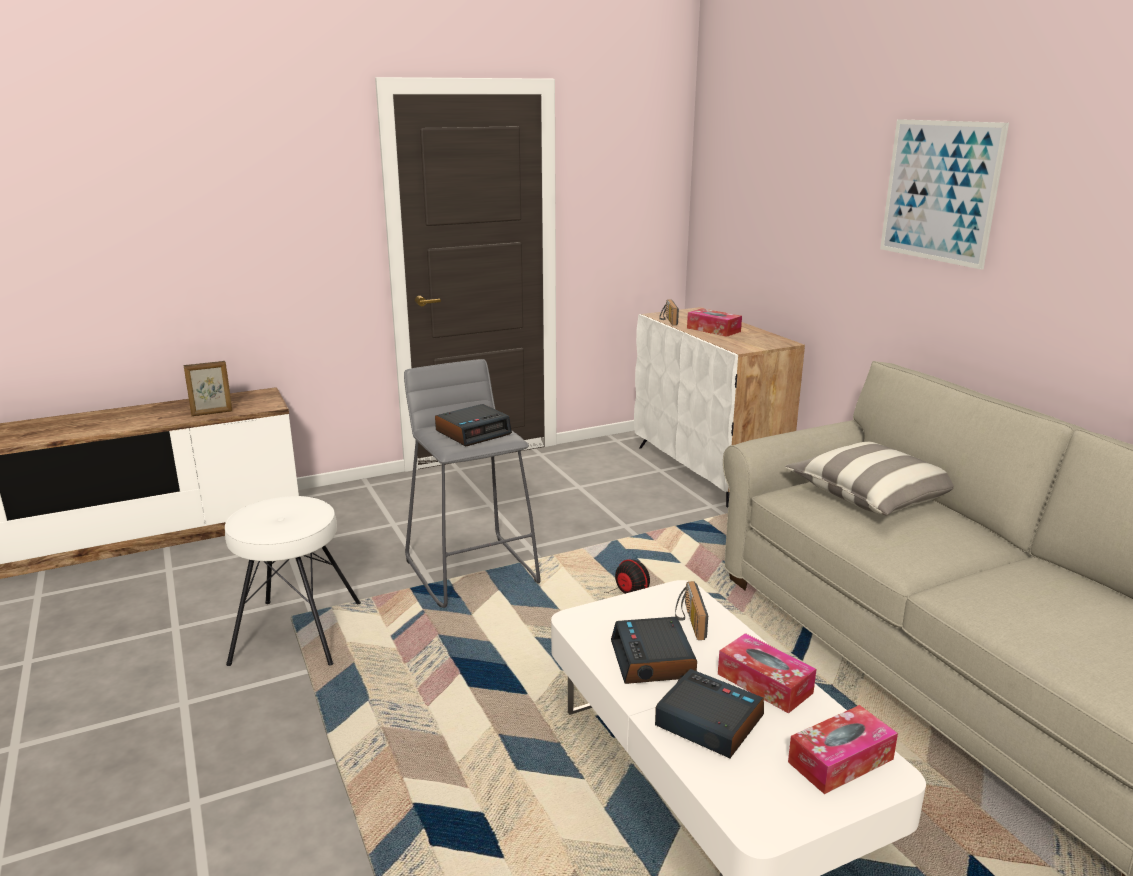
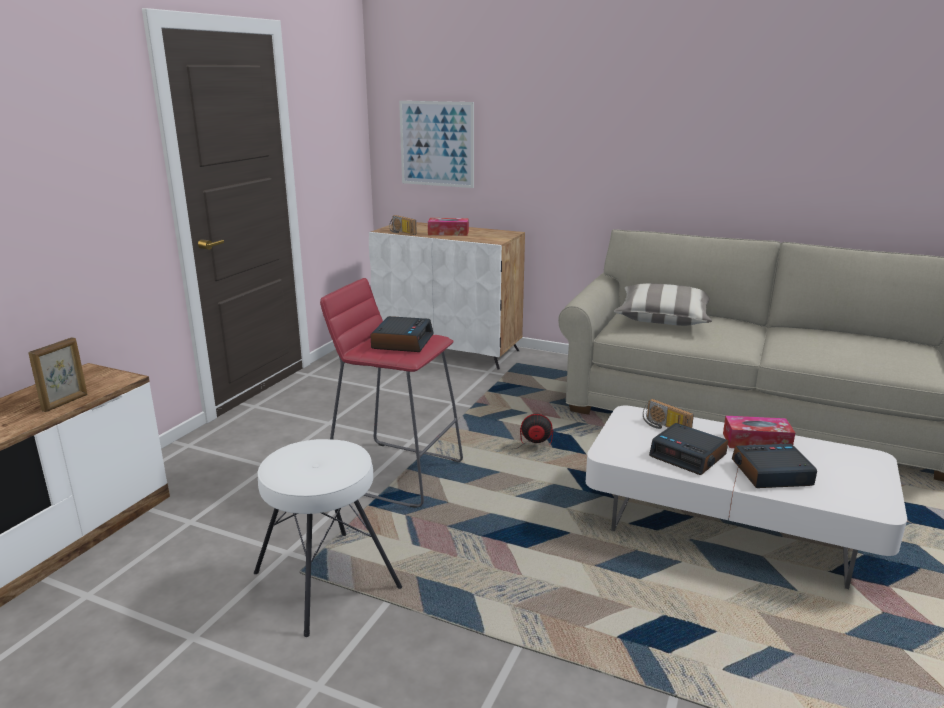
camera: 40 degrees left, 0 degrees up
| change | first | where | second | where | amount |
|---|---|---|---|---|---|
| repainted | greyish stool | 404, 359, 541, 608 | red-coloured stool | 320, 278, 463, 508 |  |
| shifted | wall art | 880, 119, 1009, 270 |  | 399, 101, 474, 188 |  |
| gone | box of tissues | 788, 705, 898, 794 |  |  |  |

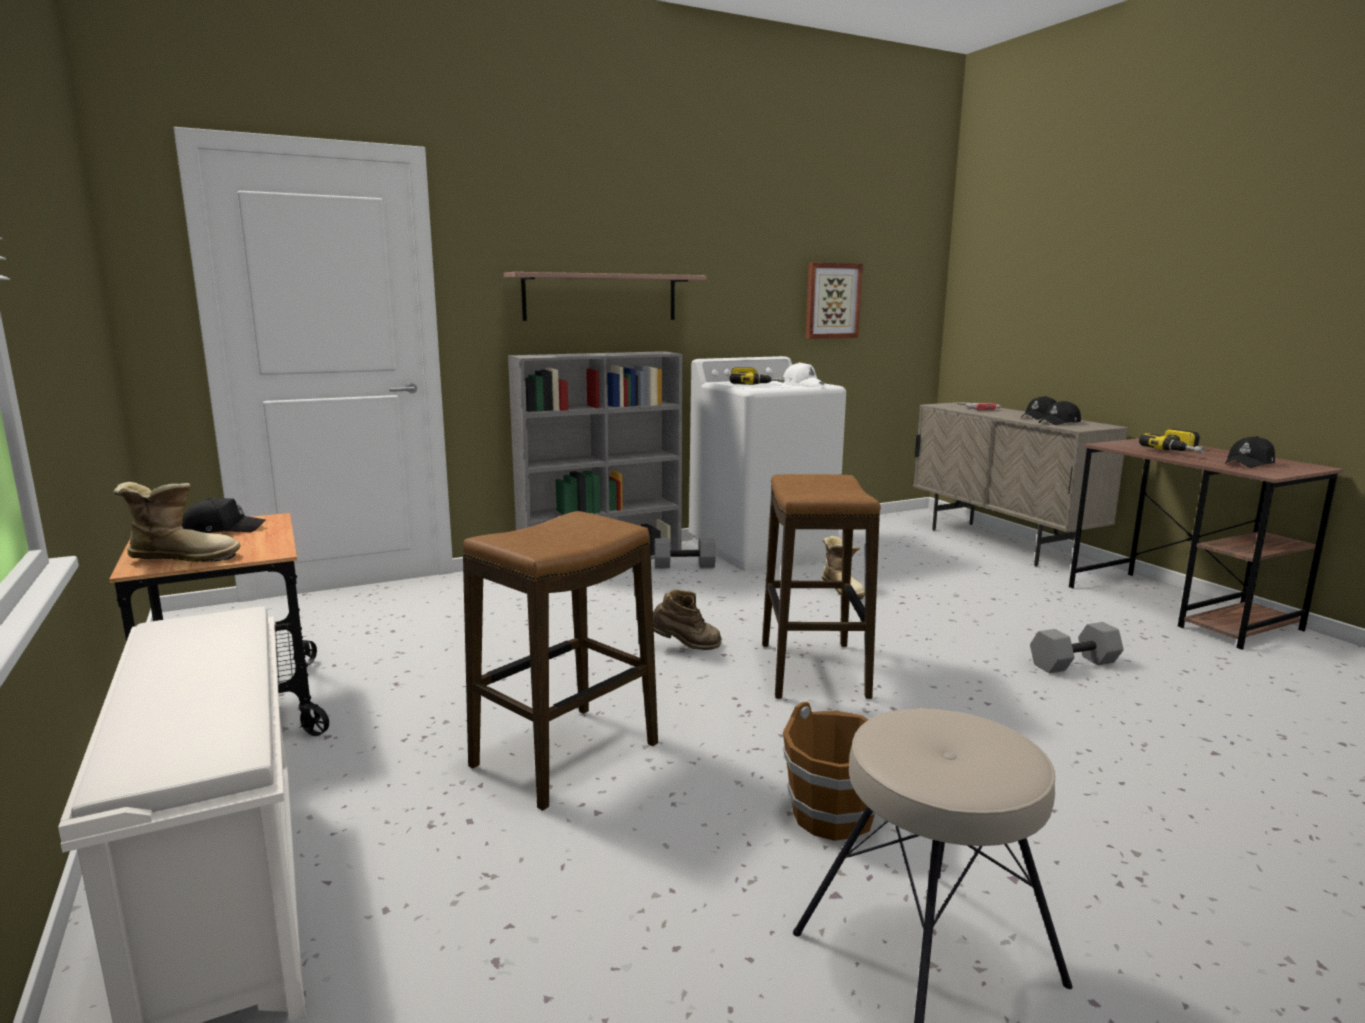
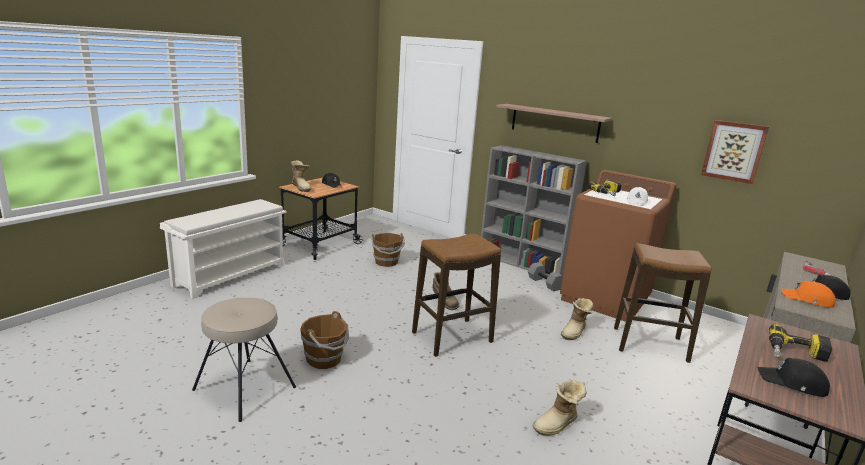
camera: 60 degrees right, 5 degrees up
| change | first | where | second | where | amount |
|---|---|---|---|---|---|
| new |  |  | brown-coloured water bucket | 371, 233, 405, 267 |  |
| swapped | greyish free weight | 1030, 622, 1124, 673 | boot | 533, 379, 587, 436 |  |
| repainted | white-coloured laundry appliance | 689, 356, 846, 571 | brown-coloured laundry appliance | 560, 170, 676, 322 |  |
| shifted | stool | 463, 511, 658, 811 |  | 614, 243, 712, 363 |  |
| repainted | black cap | 1039, 401, 1081, 425 | orangey cap | 781, 281, 836, 308 |  |

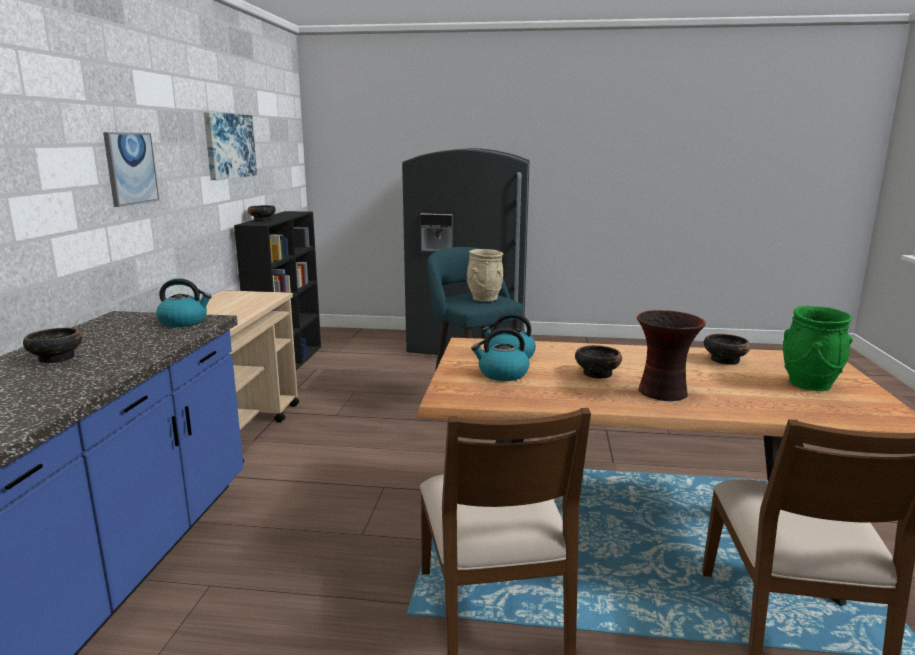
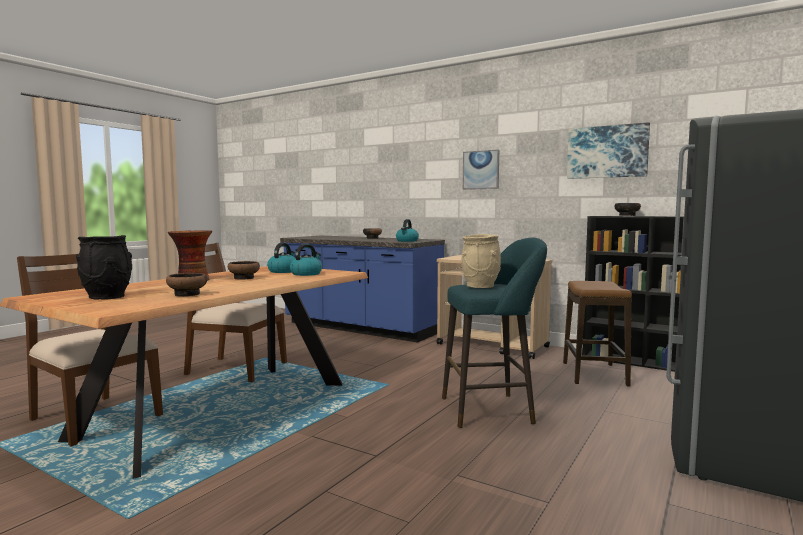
camera: 115 degrees right, 10 degrees down
| change | first | where | second | where | amount |
|---|---|---|---|---|---|
| repainted | green flower vase | 783, 306, 853, 391 | black flower vase | 76, 235, 132, 300 |  |
| new |  |  | stool | 563, 281, 632, 387 |  |

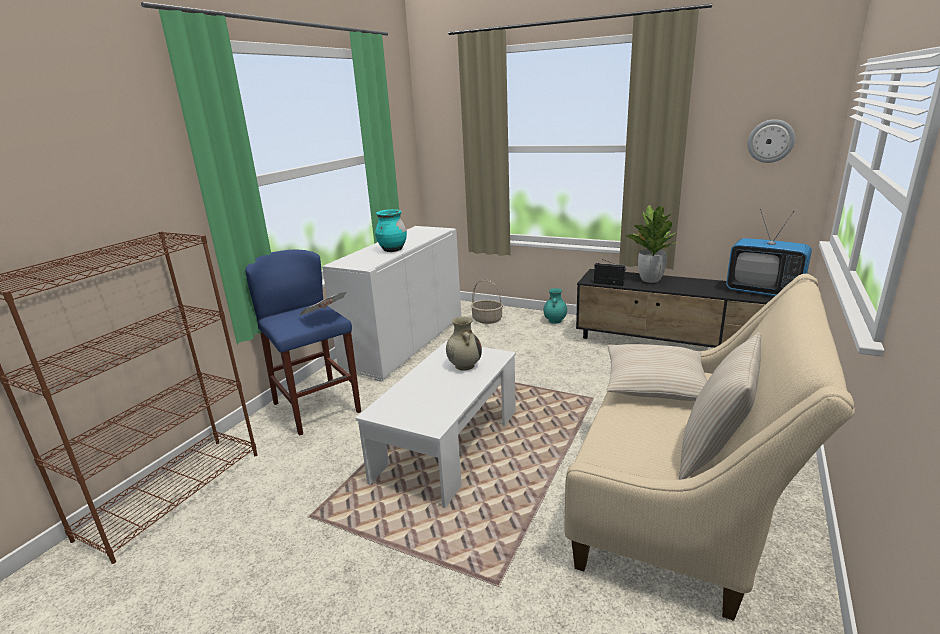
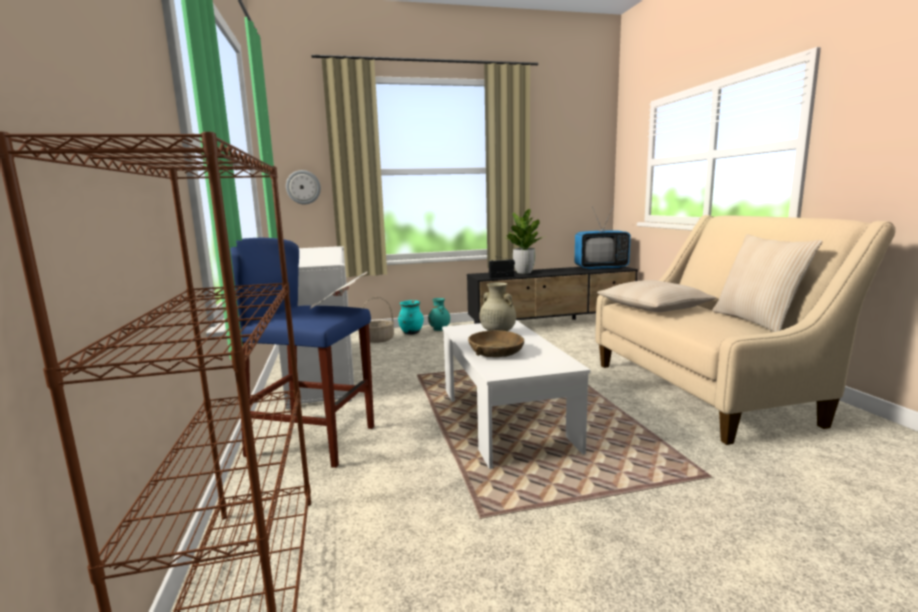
camera: 40 degrees left, 10 degrees down
| change | first | where | second | where | amount |
|---|---|---|---|---|---|
| shifted | hanging clock | 747, 119, 795, 163 |  | 286, 170, 321, 205 |  |
| shifted | blue-green flower vase | 375, 209, 407, 252 |  | 398, 300, 424, 335 |  |
| new |  |  | brown-coloured serving bowl | 468, 330, 524, 357 |  |

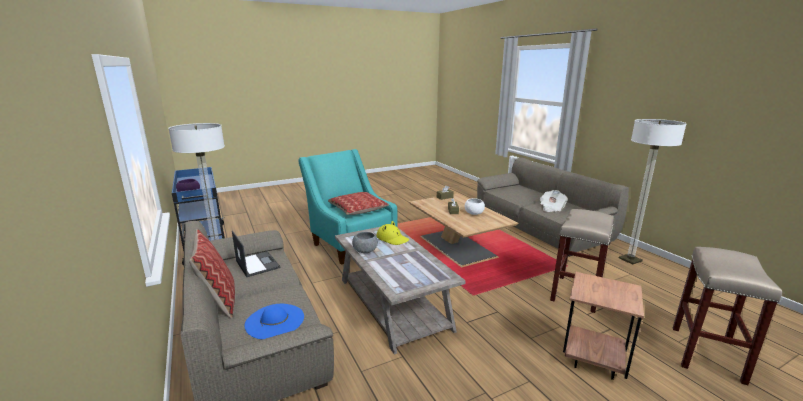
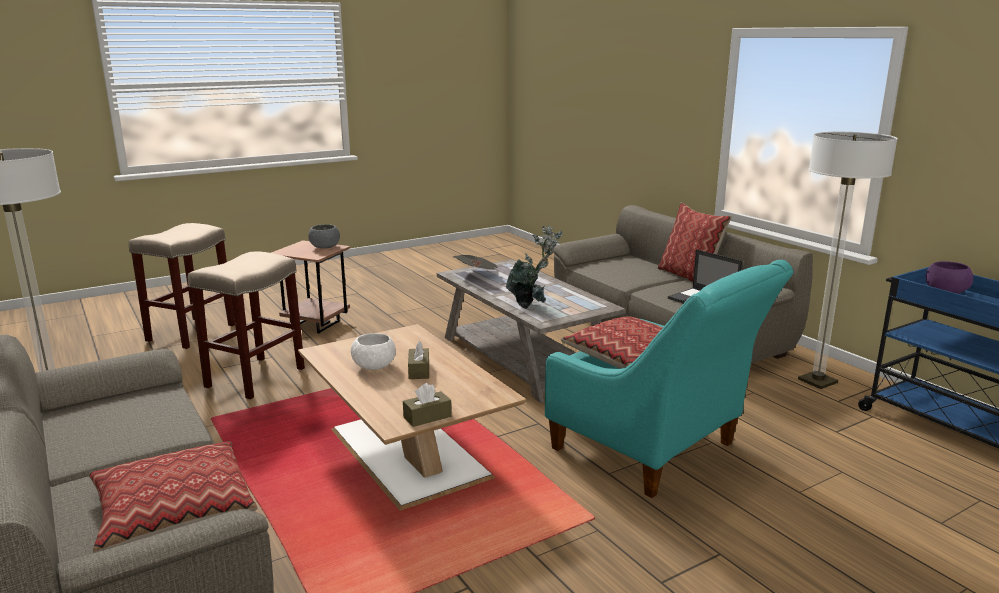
camera: 175 degrees right, 0 degrees up
| change | first | where | second | where | amount |
|---|---|---|---|---|---|
| new |  |  | throw pillow | 89, 441, 257, 553 |  |
| shifted | greyish serving bowl | 352, 232, 378, 253 |  | 308, 224, 340, 249 |  |
| shifted | printed paper | 540, 190, 568, 212 |  | 452, 255, 498, 270 |  |
| swapped | yellow clothing hat | 376, 221, 409, 245 | potted plant | 506, 225, 562, 309 |  |
| gone | bluish clothing hat | 244, 304, 304, 339 |  |  |  |

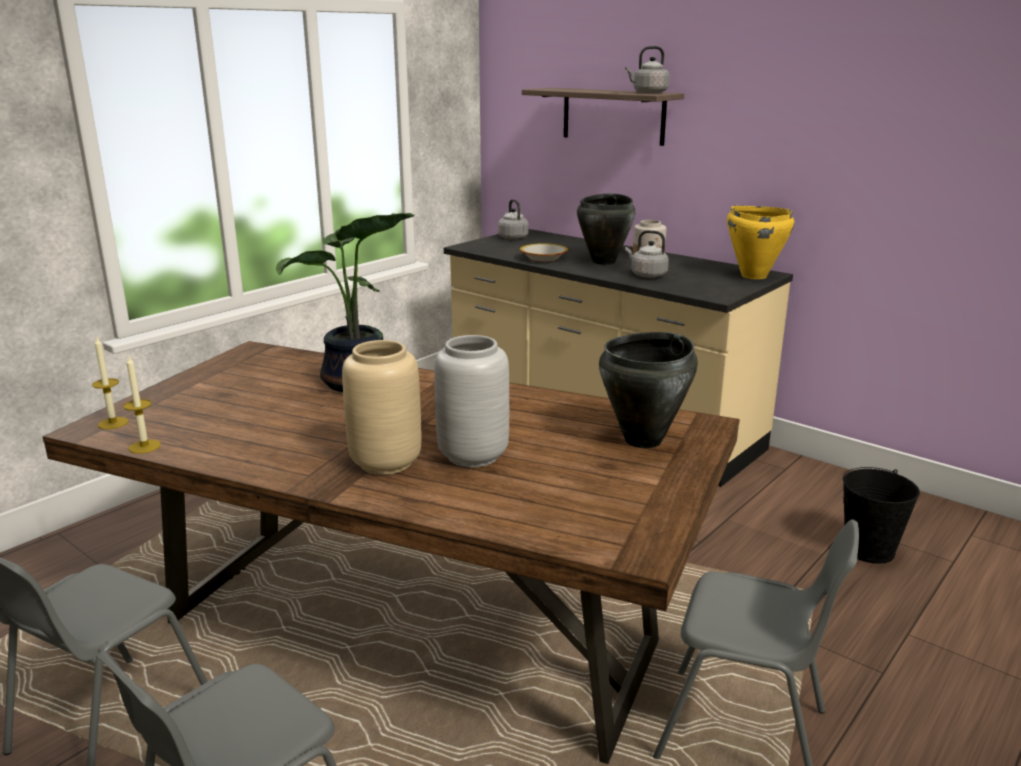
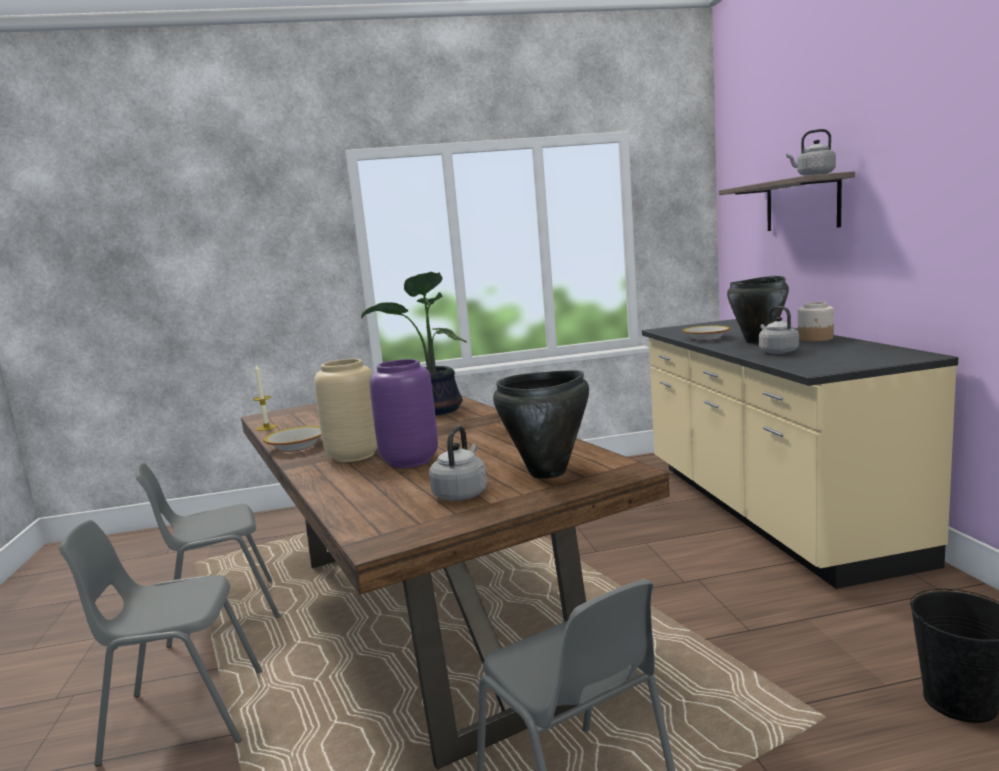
camera: 40 degrees right, 10 degrees down
| change | first | where | second | where | amount |
|---|---|---|---|---|---|
| new |  |  | serving bowl | 263, 426, 322, 452 |  |
| repainted | greyish flower vase | 434, 335, 509, 468 | purple flower vase | 370, 359, 438, 468 |  |
| shifted | greyish kettle | 498, 199, 529, 240 |  | 429, 426, 487, 501 |  |
| gone | candle | 92, 338, 128, 429 |  |  |  |
| gone | yellow cooking pot | 727, 206, 794, 279 |  |  |  |

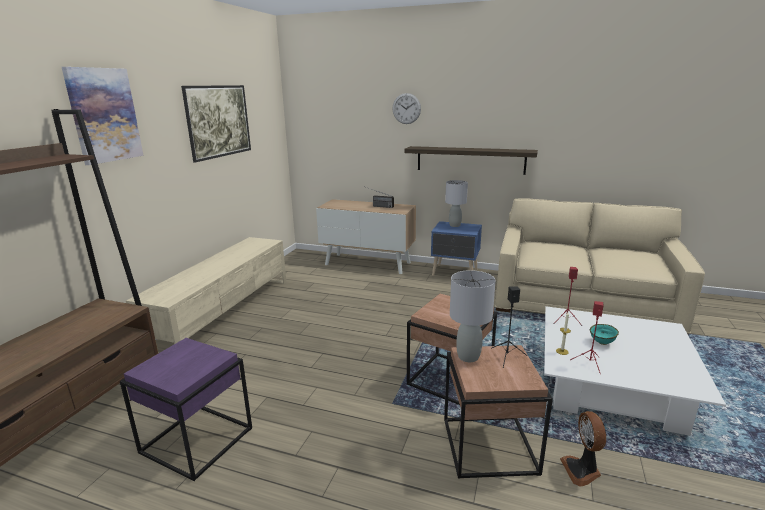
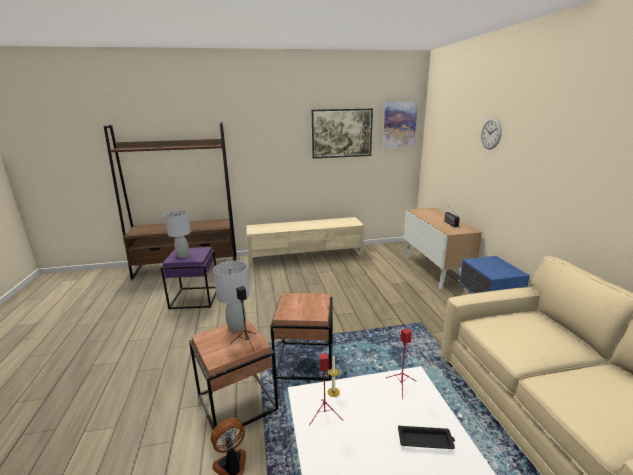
camera: 60 degrees right, 0 degrees up
| change | first | where | second | where | amount |
|---|---|---|---|---|---|
| shifted | greyish tabletop lamp | 445, 180, 468, 227 |  | 164, 211, 191, 258 |  |
| shifted | wall art | 62, 67, 143, 165 |  | 383, 101, 418, 148 |  |
| new |  |  | black tray | 398, 426, 455, 449 |  |
| gone | bracket shelf | 404, 146, 538, 175 |  |  |  |
| gone | blue-green serving bowl | 590, 324, 619, 345 |  |  |  |

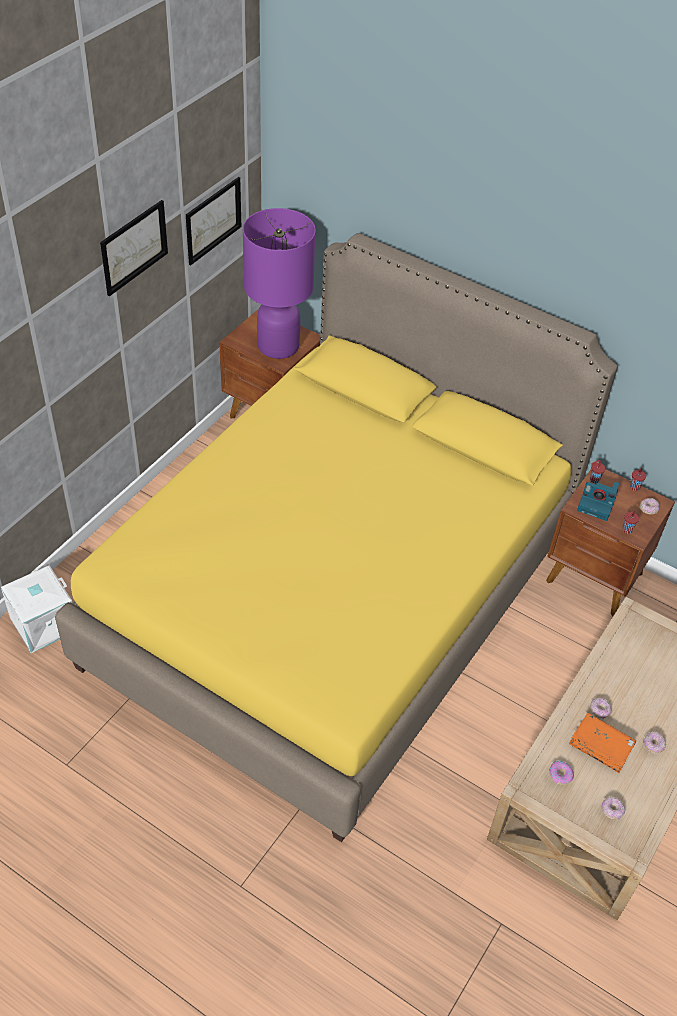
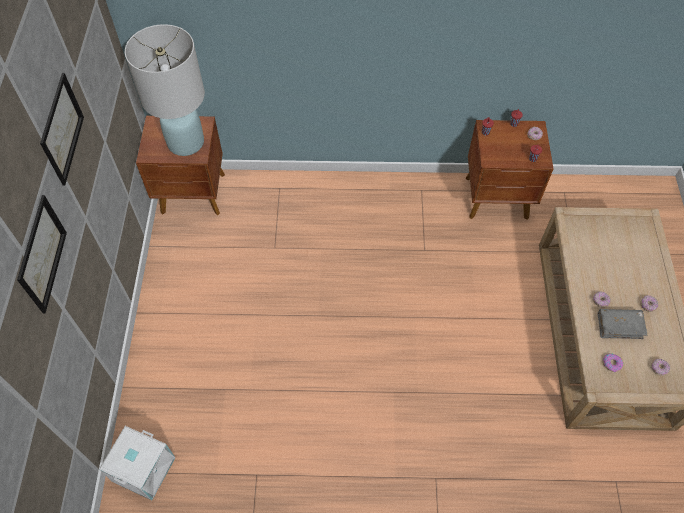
camera: 30 degrees left, 10 degrees up
| change | first | where | second | where | amount |
|---|---|---|---|---|---|
| shifted | wall art | 186, 177, 241, 265 |  | 17, 195, 67, 314 |  |
| repainted | purple tabletop lamp | 243, 208, 316, 359 | white-coloured tabletop lamp | 125, 24, 205, 156 |  |
| repainted | orangey book | 569, 713, 636, 773 | greyish book | 598, 309, 647, 339 |  |
| gone | yellow bedroom bed | 55, 233, 618, 842 |  |  |  |
| gone | photo camera | 577, 482, 619, 521 |  |  |  |

